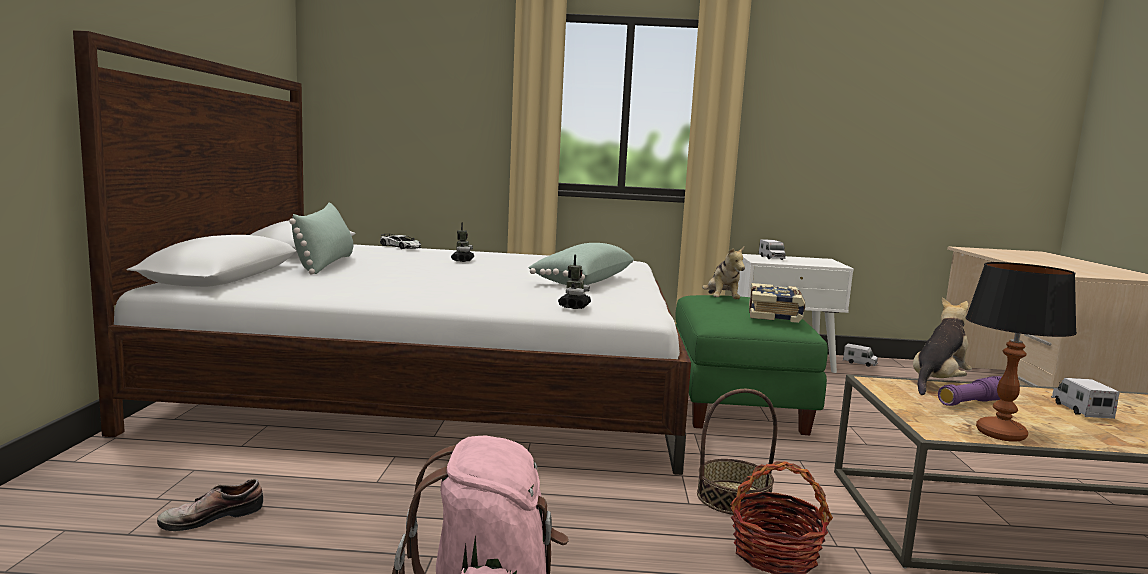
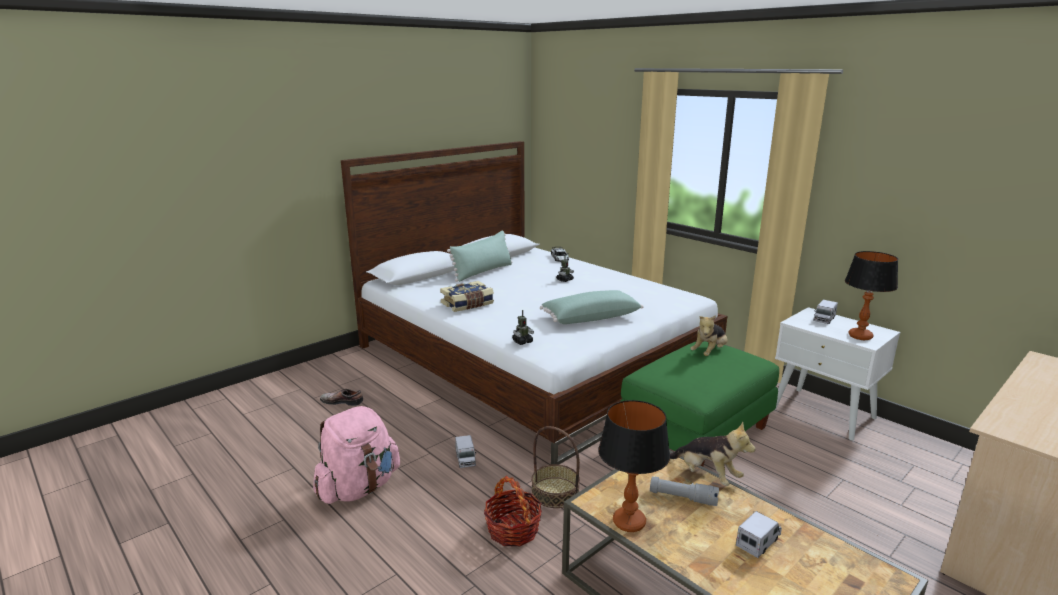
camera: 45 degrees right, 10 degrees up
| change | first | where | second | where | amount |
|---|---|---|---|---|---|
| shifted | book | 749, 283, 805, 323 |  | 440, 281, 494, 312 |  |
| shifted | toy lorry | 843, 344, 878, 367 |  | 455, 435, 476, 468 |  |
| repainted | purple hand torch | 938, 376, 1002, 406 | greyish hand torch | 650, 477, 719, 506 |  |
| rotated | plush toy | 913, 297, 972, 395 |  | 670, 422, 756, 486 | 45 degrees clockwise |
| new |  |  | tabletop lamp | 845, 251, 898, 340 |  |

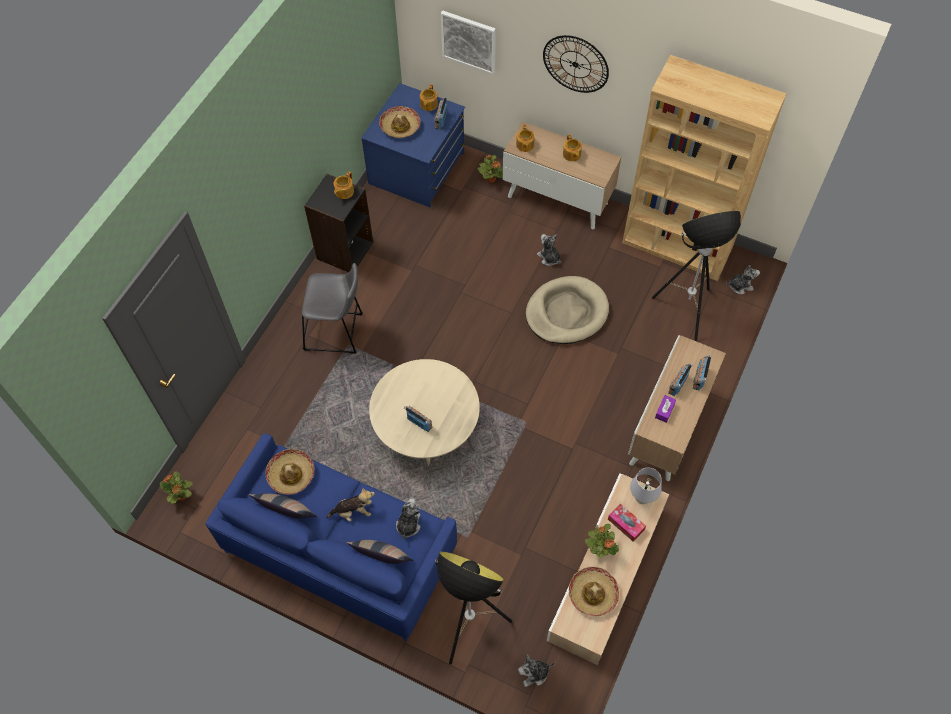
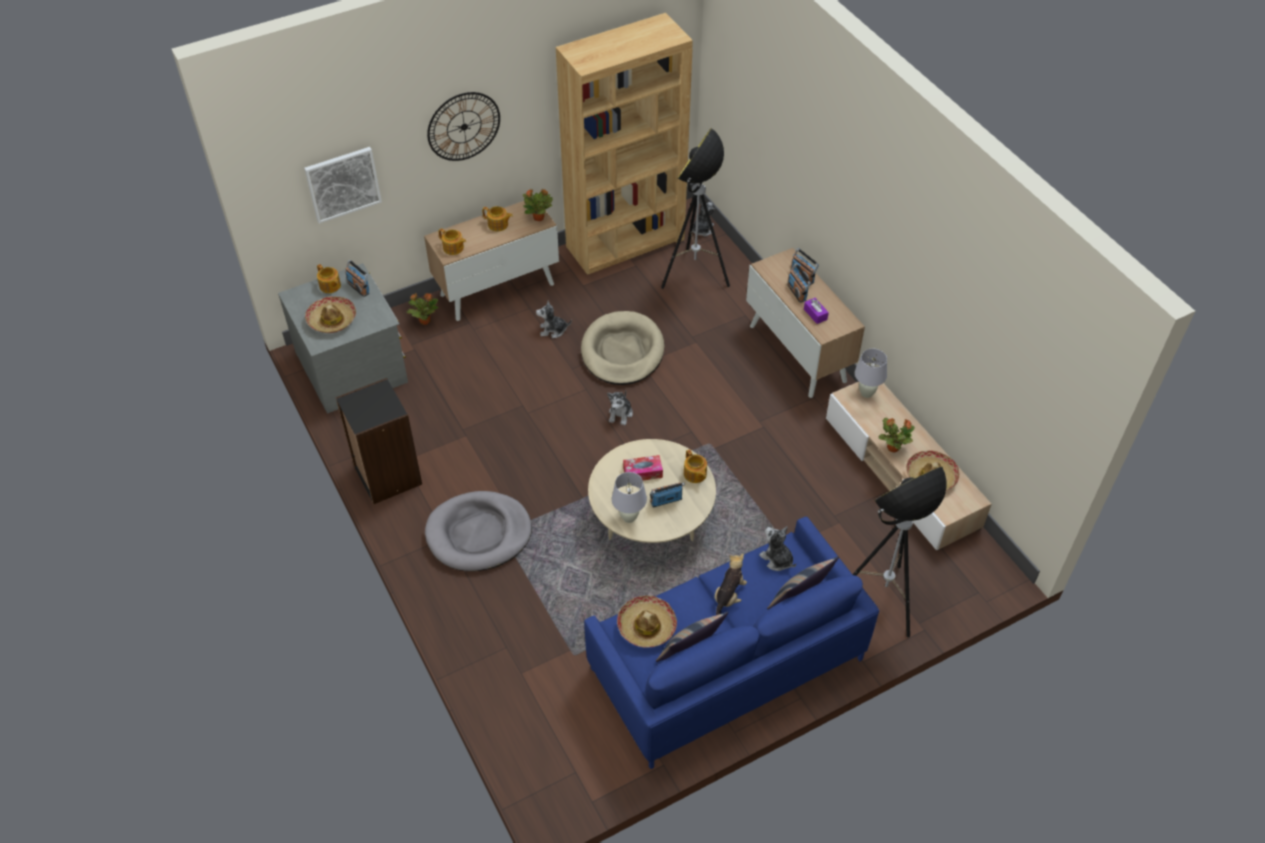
camera: 55 degrees left, 10 degrees down
| change | first | where | second | where | amount |
|---|---|---|---|---|---|
| repainted | bluish chest of drawers | 361, 83, 465, 207 | greyish chest of drawers | 278, 263, 408, 414 |  |
| swapped | greyish stool | 302, 263, 363, 354 | greyish dog bed | 425, 491, 532, 571 |  |
| shifted | potted plant | 160, 472, 193, 503 |  | 523, 189, 553, 221 |  |
| shifted | plush toy | 518, 655, 554, 687 |  | 607, 390, 633, 426 |  |
| new |  |  | white-coloured tabletop lamp | 612, 472, 647, 523 |  |
| shifted | box of tissues | 608, 503, 646, 541 |  | 623, 455, 663, 480 |  |
| shifted | teapot | 334, 171, 354, 199 |  | 684, 449, 707, 483 |  |

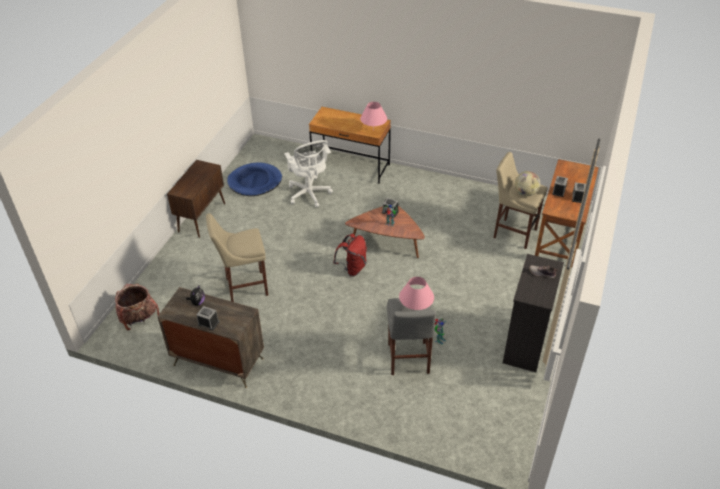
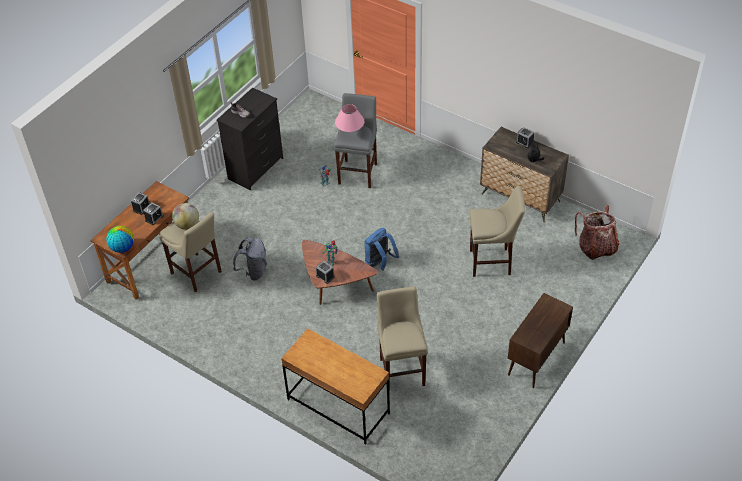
camera: 165 degrees left, 5 degrees up
| change | first | where | second | where | amount |
|---|---|---|---|---|---|
| new |  |  | world globe | 106, 226, 134, 253 |  |
| new |  |  | greyish knapsack | 233, 237, 267, 281 |  |
| repainted | red-coloured knapsack | 333, 234, 367, 277 | bluish knapsack | 365, 228, 399, 270 |  |
| swapped | white-coloured computer chair | 284, 140, 333, 208 | beige stool | 377, 286, 428, 392 |  |
| gone | bluish dog bed | 227, 162, 282, 196 |  |  |  |
| gone | pink tabletop lamp | 360, 102, 387, 126 |  |  |  |

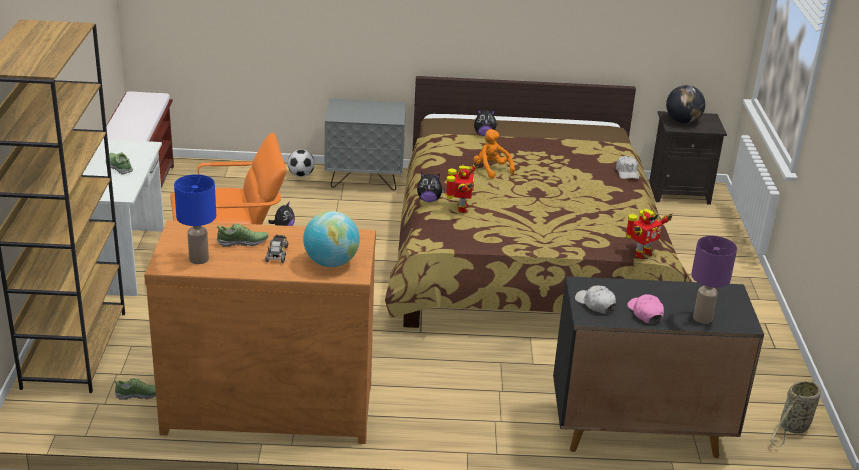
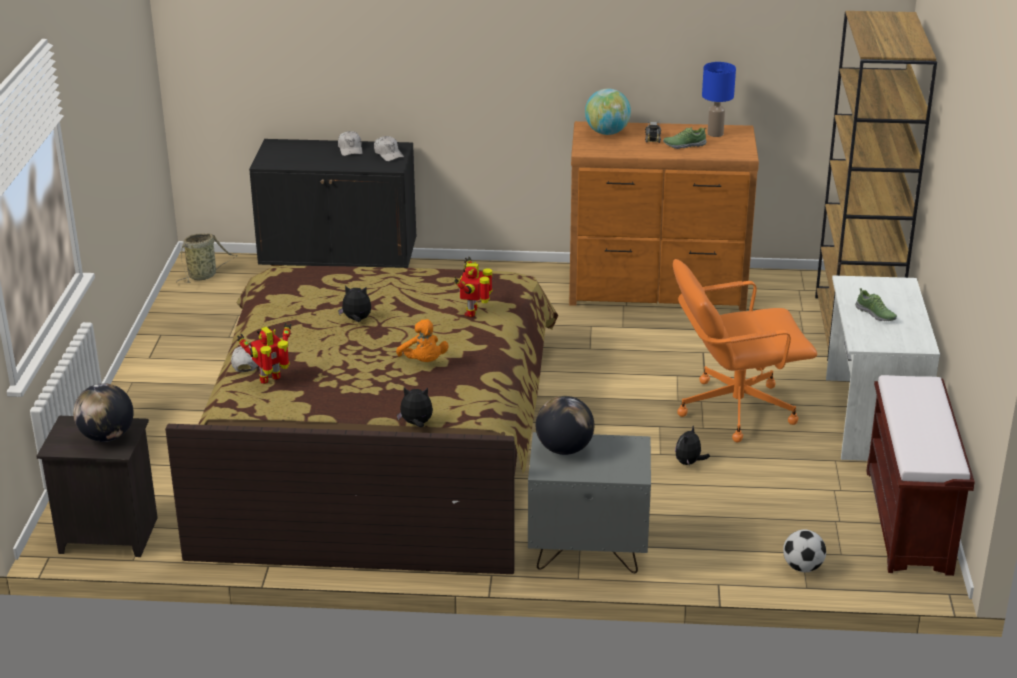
camera: 175 degrees left, 0 degrees up
| change | first | where | second | where | amount |
|---|---|---|---|---|---|
| shifted | robot figure | 626, 209, 673, 259 |  | 237, 323, 291, 384 |  |
| repainted | pink cap | 627, 294, 664, 323 | white-coloured cap | 338, 131, 363, 156 |  |
| shifted | plush toy | 417, 173, 445, 202 |  | 338, 285, 371, 322 |  |
| new |  |  | world globe | 536, 396, 594, 455 |  |
| shifted | ball for football | 288, 150, 315, 177 |  | 783, 529, 826, 572 |  |
| gone | item of footwear | 114, 378, 156, 400 |  |  |  |
| gone | purple tabletop lamp | 691, 236, 737, 324 |  |  |  |

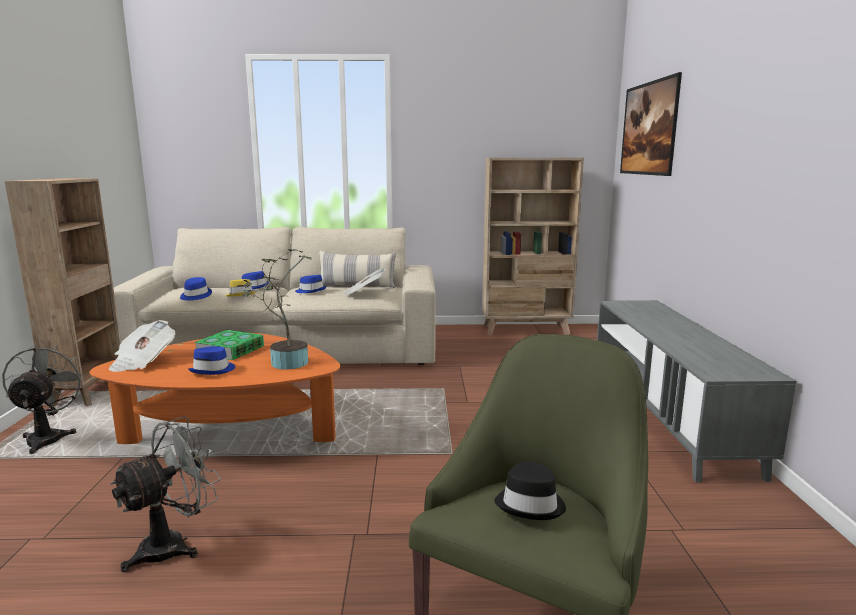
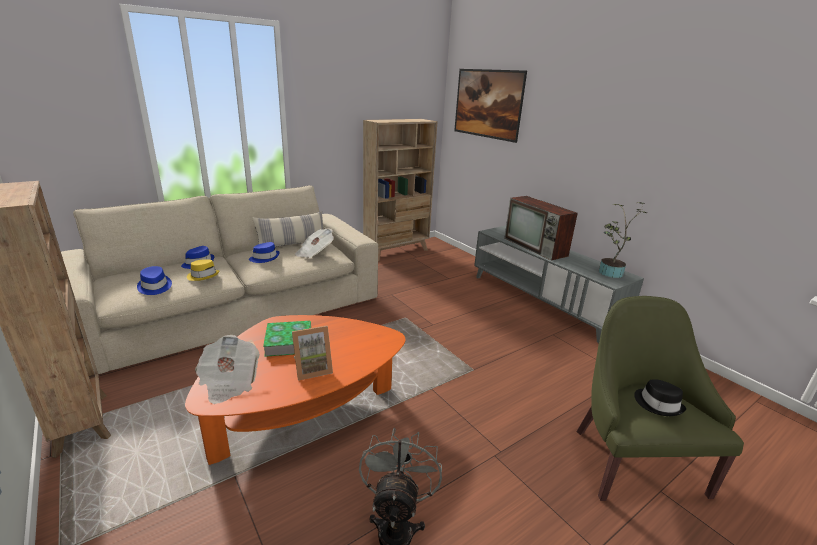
camera: 35 degrees left, 10 degrees up
| change | first | where | second | where | amount |
|---|---|---|---|---|---|
| swapped | bluish clothing hat | 188, 346, 235, 375 | photo frame | 292, 325, 333, 381 |  |
| new |  |  | TV set | 504, 196, 578, 261 |  |
| shifted | potted plant | 242, 249, 312, 370 |  | 599, 202, 647, 278 |  |
| gone | greyish cooling fan | 2, 345, 85, 454 |  |  |  |

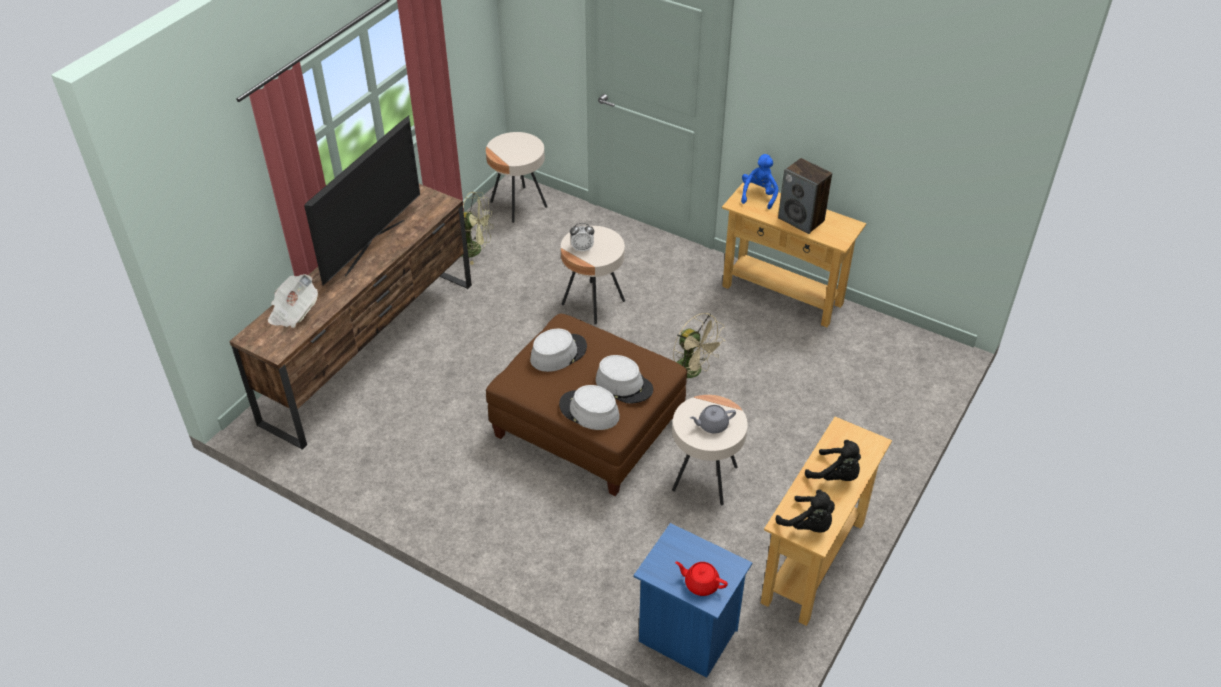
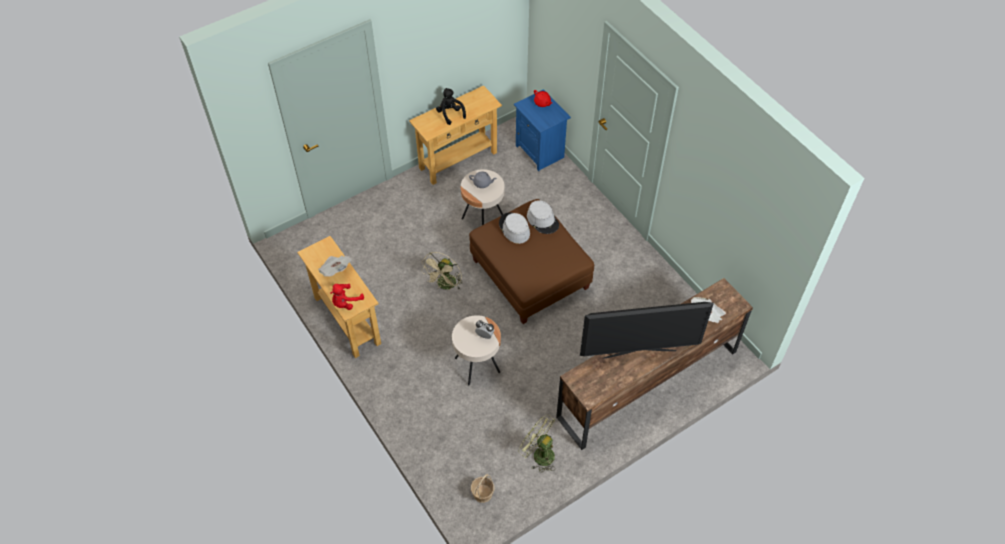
camera: 155 degrees left, 10 degrees up
| change | first | where | second | where | amount |
|---|---|---|---|---|---|
| swapped | audio speaker | 778, 158, 832, 234 | printed paper | 318, 256, 351, 277 |  |
| repainted | bluish plush toy | 741, 154, 778, 209 | red-coloured plush toy | 331, 284, 364, 310 |  |
| rotated | beige cooling fan | 673, 313, 725, 378 |  | 421, 252, 463, 291 | 135 degrees counterclockwise |
| swapped | beige accent table | 486, 132, 548, 223 | basket | 471, 474, 494, 503 |  |
| rotated | TV set | 304, 115, 420, 285 |  | 580, 302, 714, 359 | 150 degrees counterclockwise |
| gone | greyish clothing hat | 530, 329, 587, 372 |  |  |  |
| gone | black plush toy | 775, 490, 835, 533 |  |  |  |

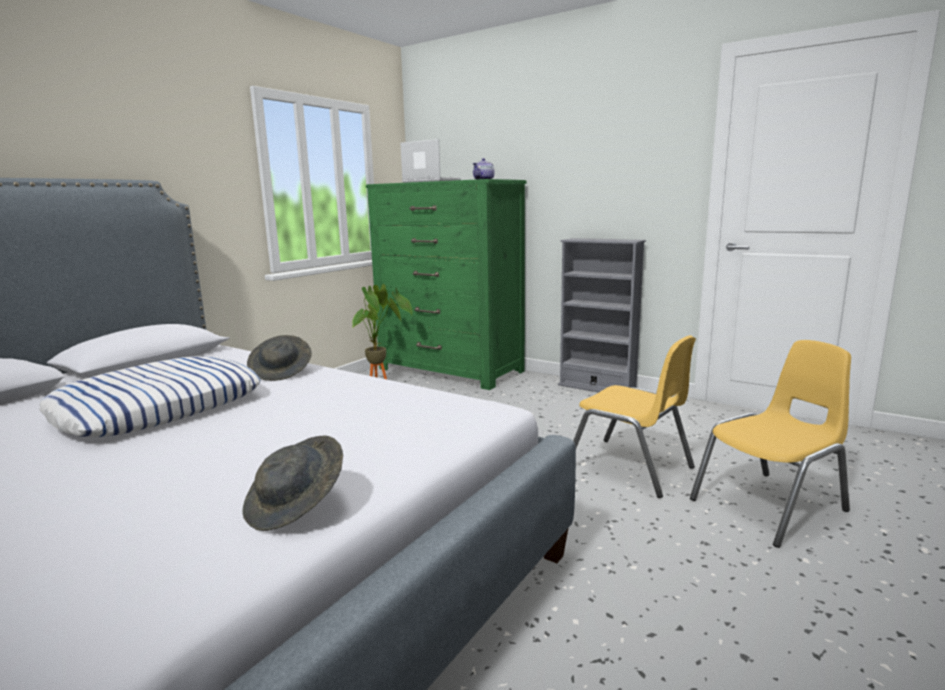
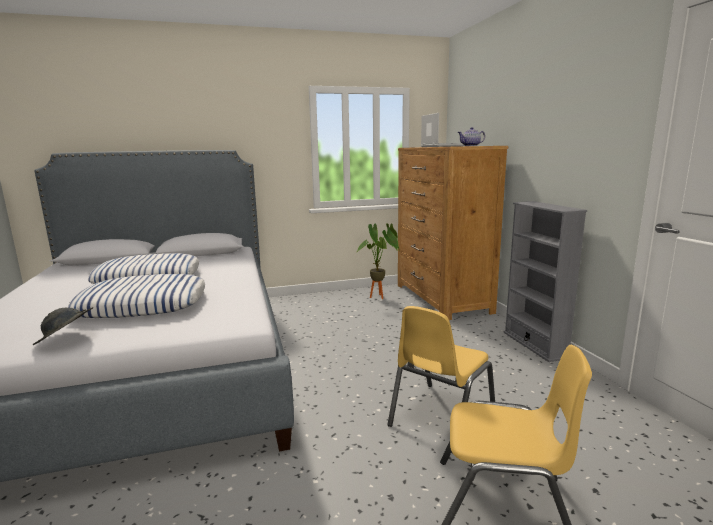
camera: 40 degrees right, 0 degrees up
| change | first | where | second | where | amount |
|---|---|---|---|---|---|
| new |  |  | throw pillow | 68, 274, 205, 318 |  |
| rotated | yellow upright chair | 573, 335, 696, 498 |  | 387, 306, 495, 427 | 45 degrees clockwise |
| repainted | green chest of drawers | 366, 179, 527, 390 | brown-coloured chest of drawers | 398, 146, 508, 320 |  |
| gone | greyish clothing hat | 247, 335, 312, 381 |  |  |  |

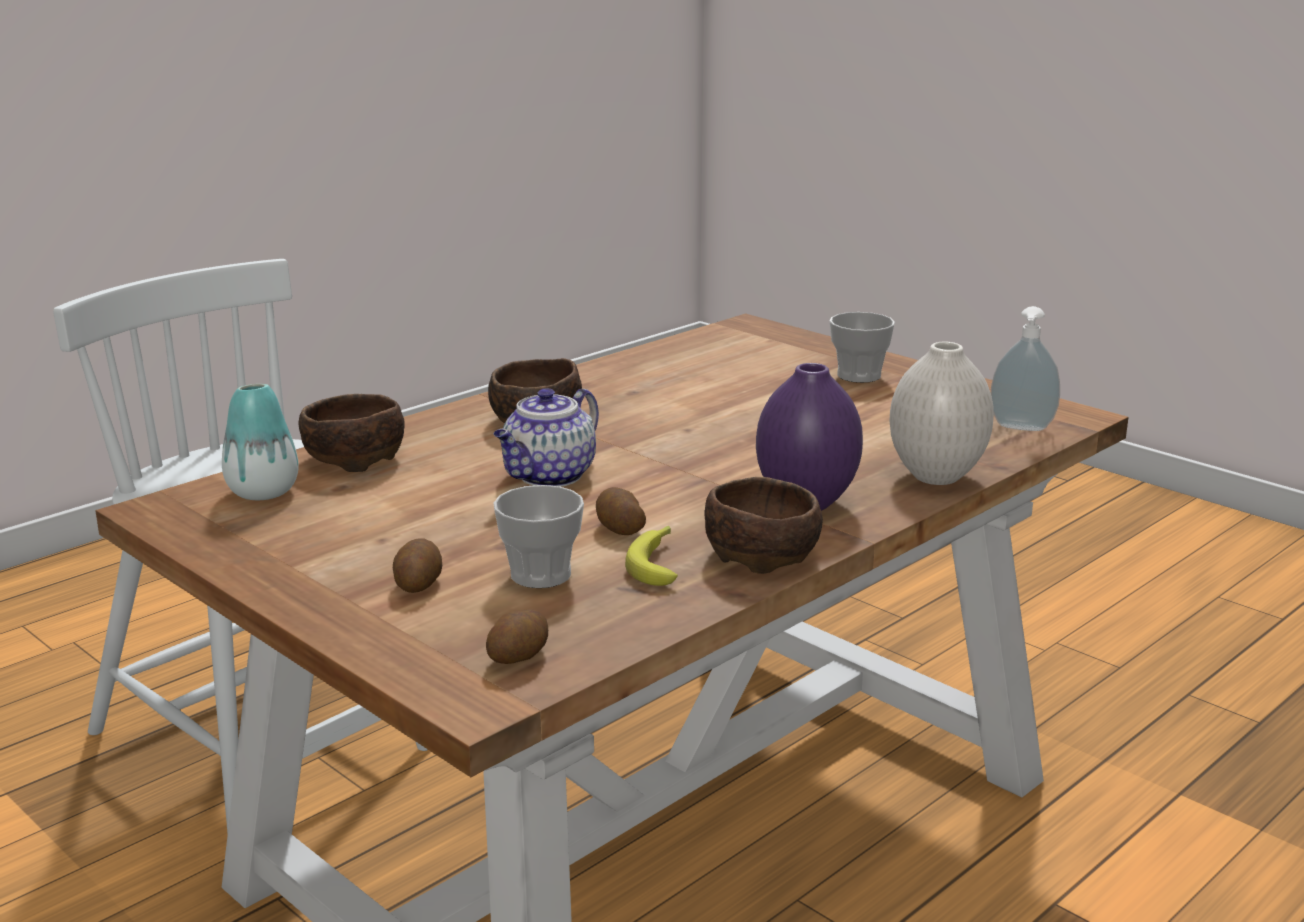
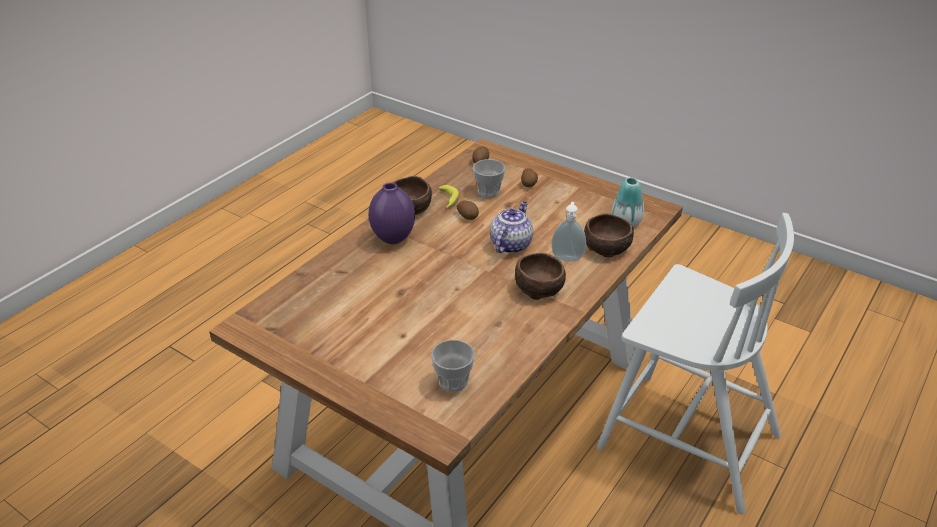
camera: 170 degrees right, 15 degrees up
| change | first | where | second | where | amount |
|---|---|---|---|---|---|
| shifted | cup | 829, 312, 895, 383 |  | 431, 340, 475, 392 |  |
| shifted | soap bottle | 991, 306, 1060, 431 |  | 551, 202, 586, 262 |  |
| gone | white-coloured flower vase | 890, 342, 994, 485 |  |  |  |

